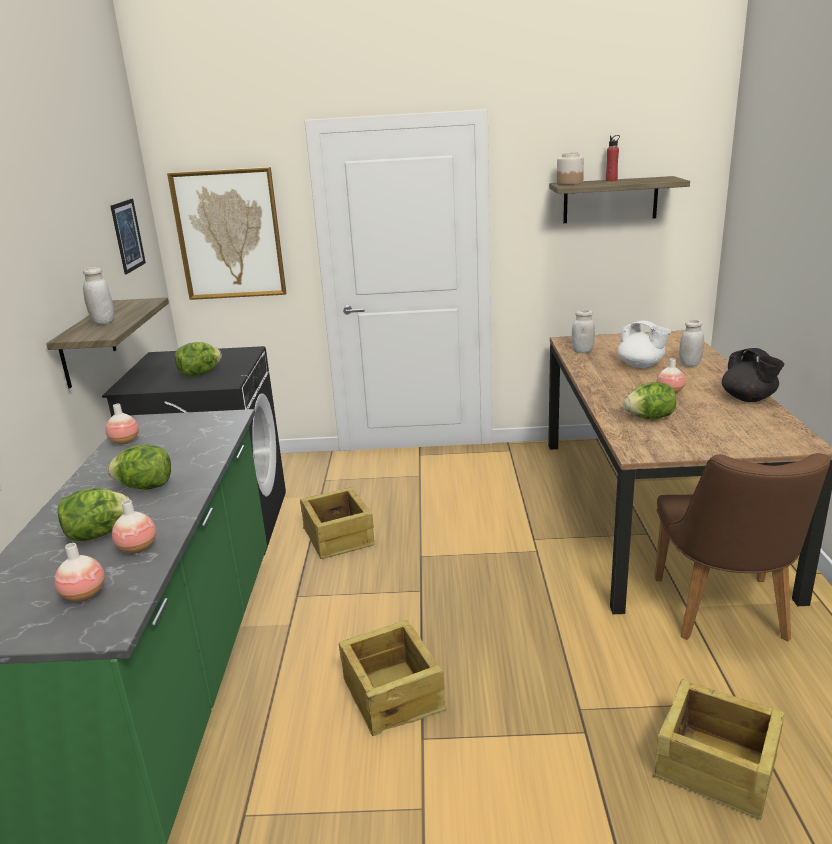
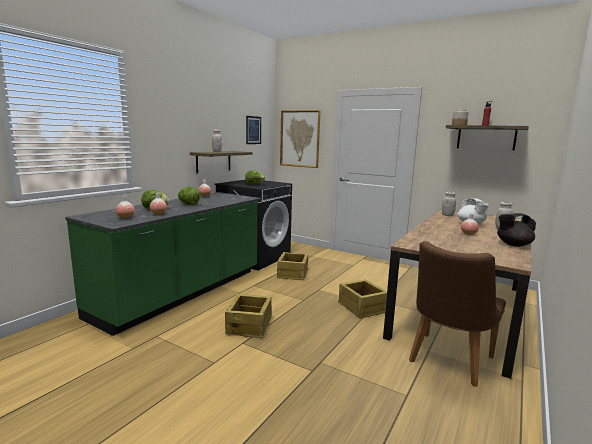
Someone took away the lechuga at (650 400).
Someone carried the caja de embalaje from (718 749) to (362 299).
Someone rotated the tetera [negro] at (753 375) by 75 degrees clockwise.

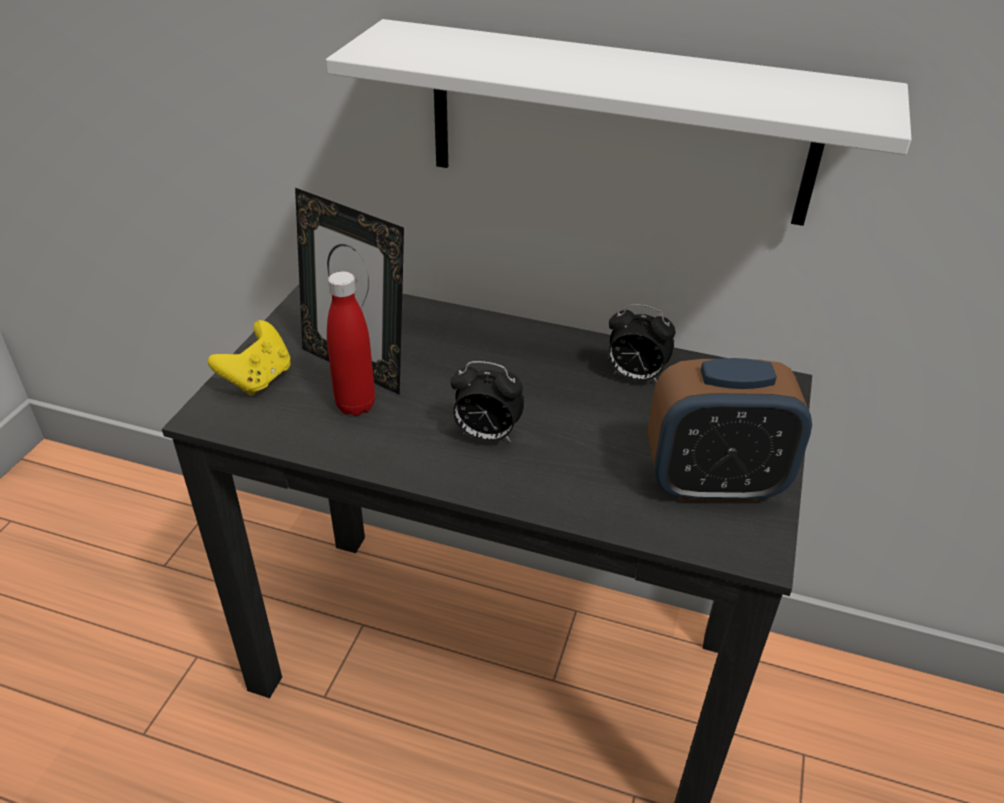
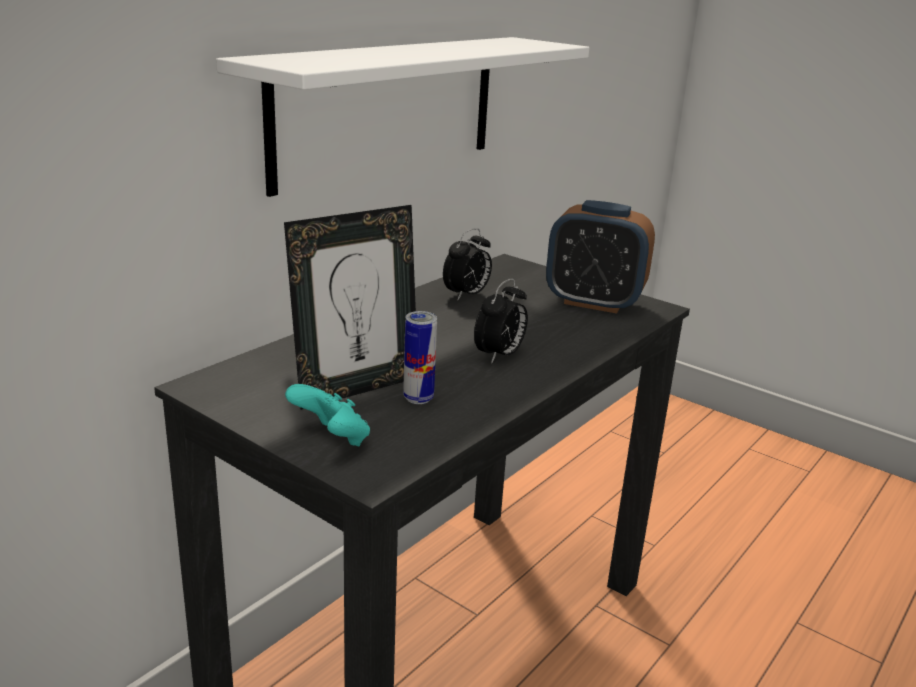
Someone swapped the botella [rojo] at (351 343) for the lata at (420 357).
Someone repainted the mando de consola [amarillo] at (249 358), which became the mando de consola [turquesa] at (327 415).
Someone rotated the despertador at (730 430) by 90 degrees clockwise.

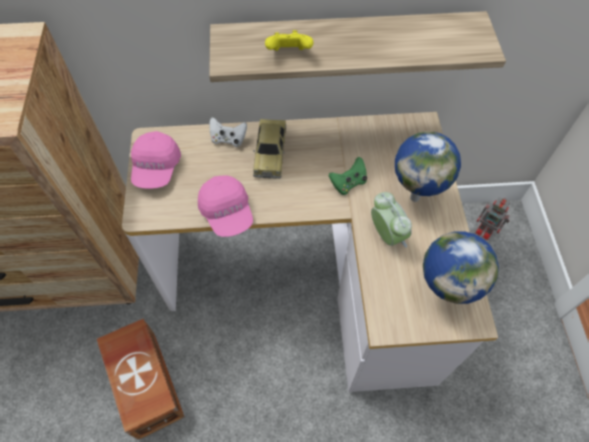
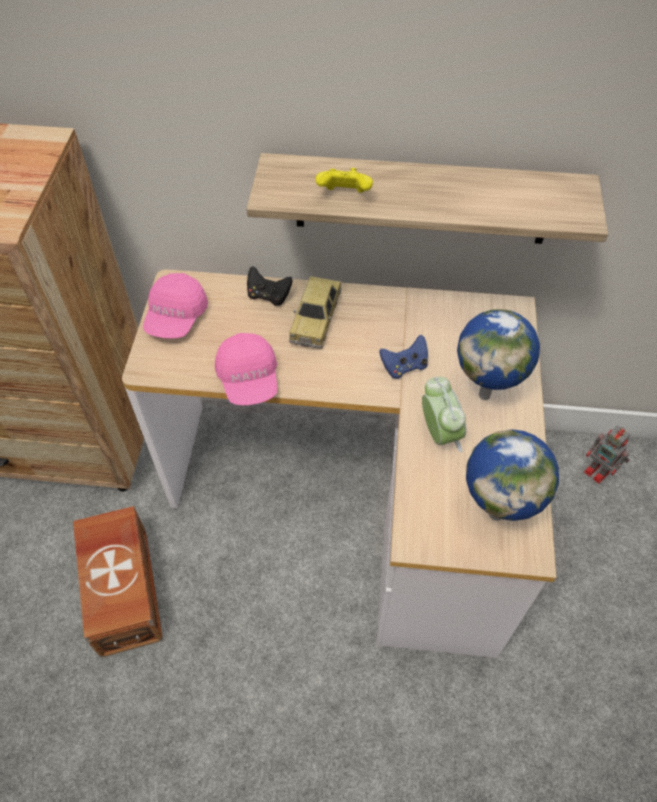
Someone repainted the mando de consola [blanco] at (228 132), which became the mando de consola [negro] at (270 286).
Someone repainted the mando de consola [verde] at (348 176), which became the mando de consola [azul] at (403 357).

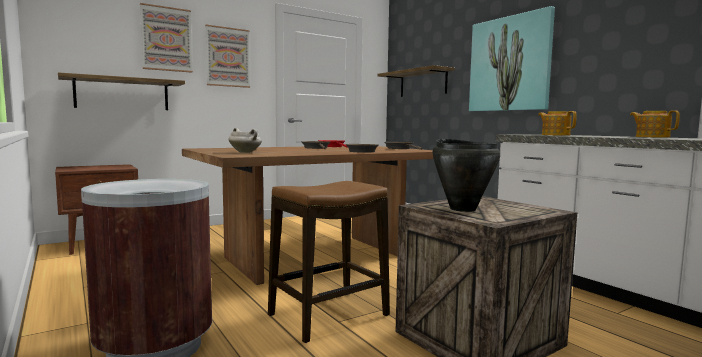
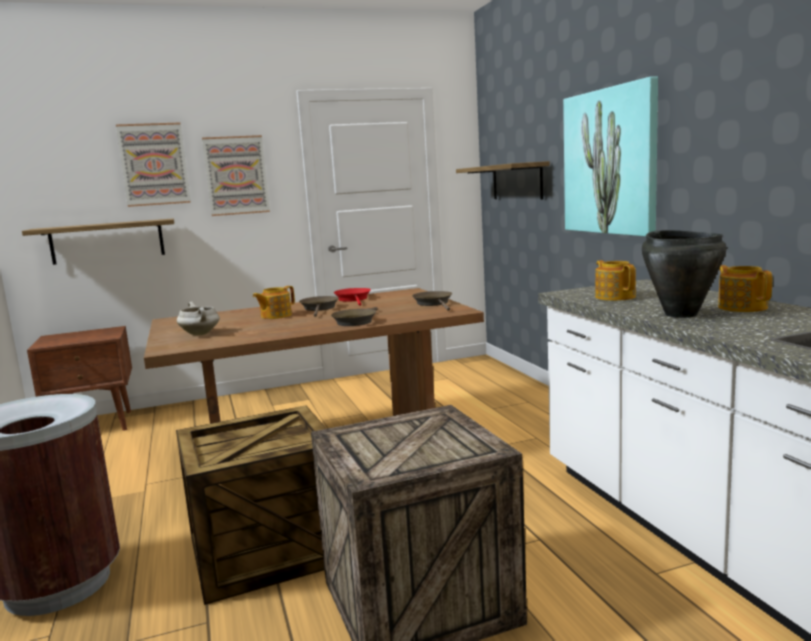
Someone put down the tetera at (274 302).
Someone carried the olla [negro] from (466 175) to (684 274).
Someone swapped the taburete at (329 262) for the caja de embalaje at (251 505).

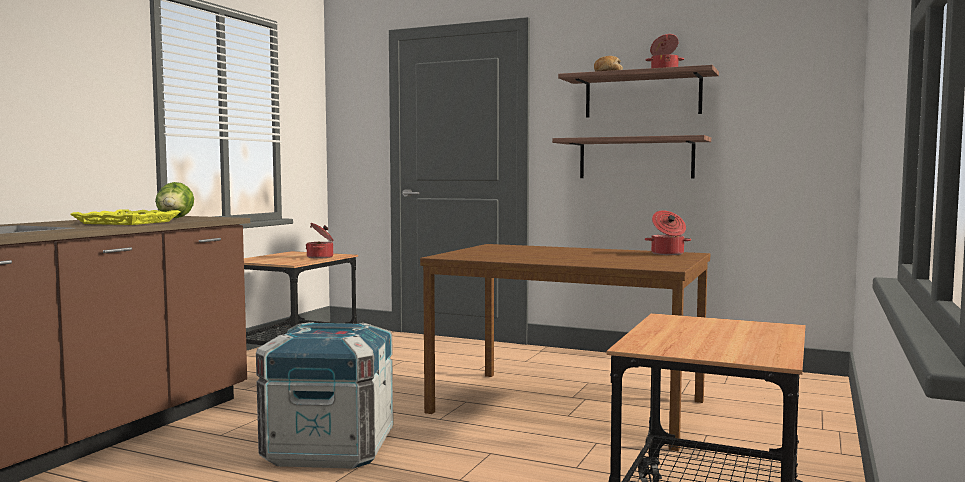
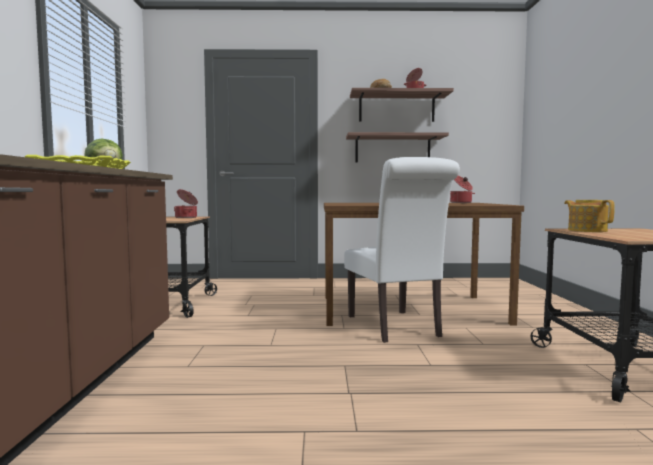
Someone took away the caja de embalaje at (324 395).
Someone put down the silla [blanco] at (402 250).
Someone put down the tetera at (589 216).

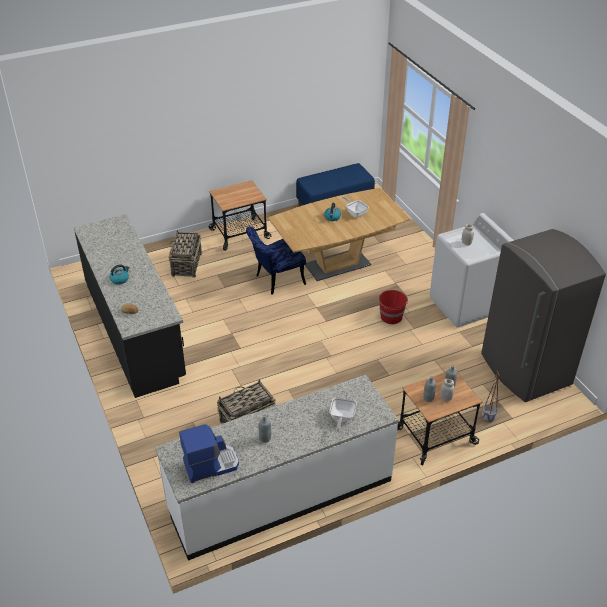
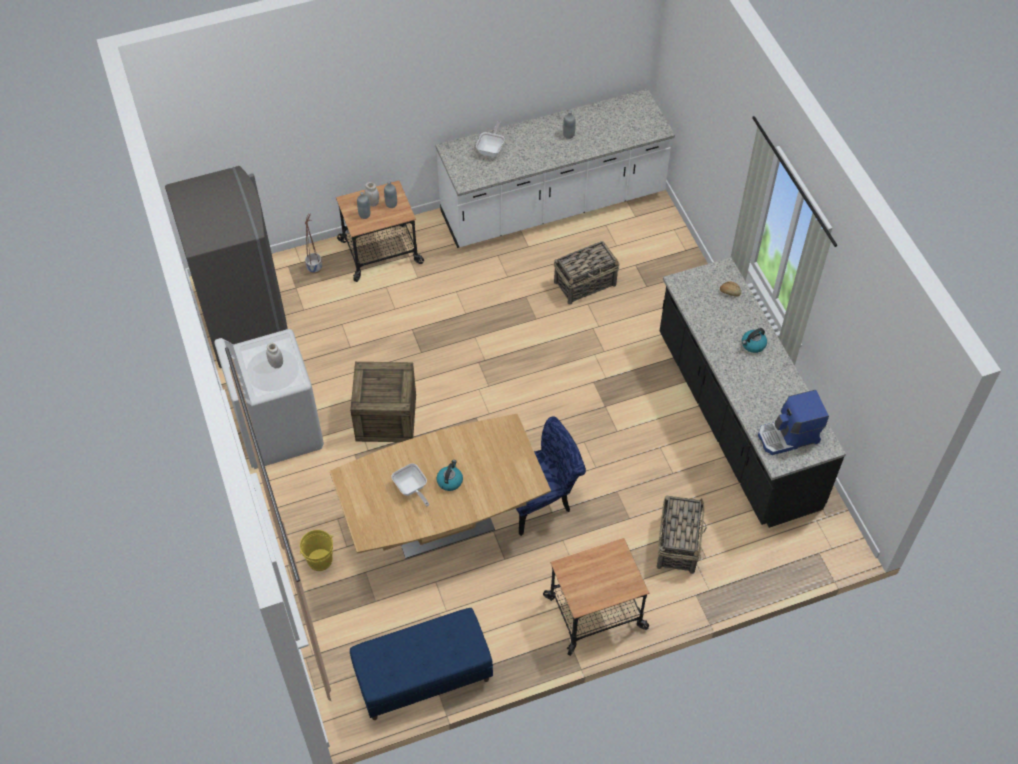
Someone put down the cubo [amarillo] at (317 550).
Someone carried the cafetera from (209 453) to (793 422).
Someone swapped the cubo [rojo] at (393 307) for the caja de embalaje at (383 402).

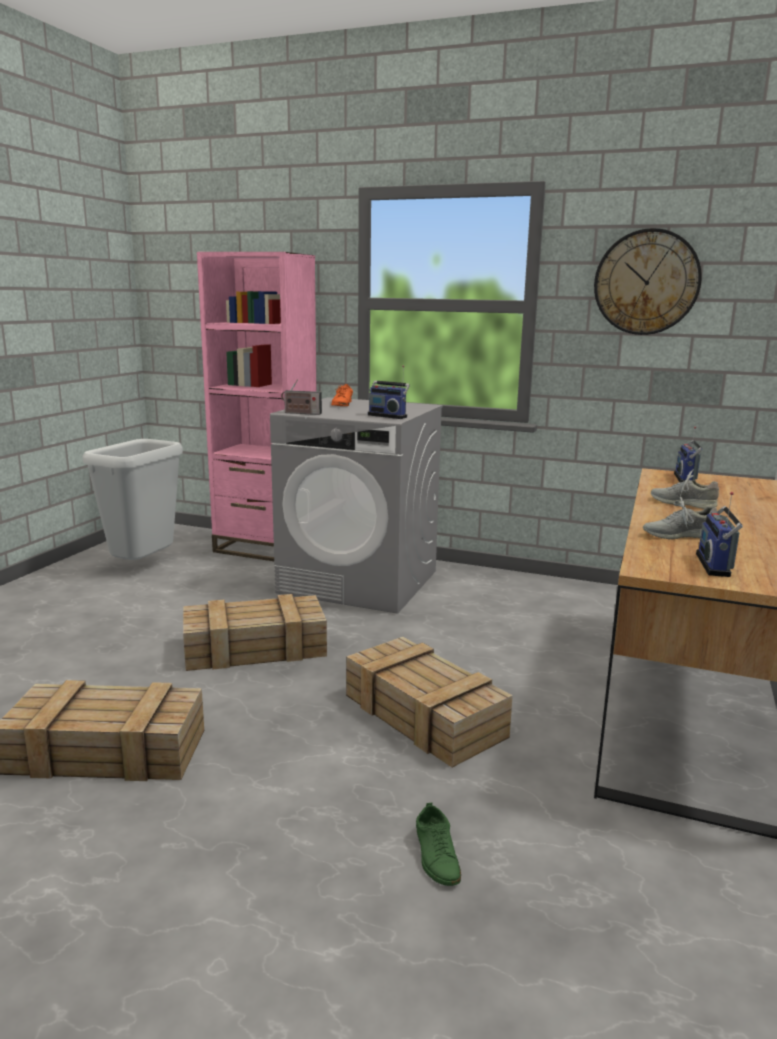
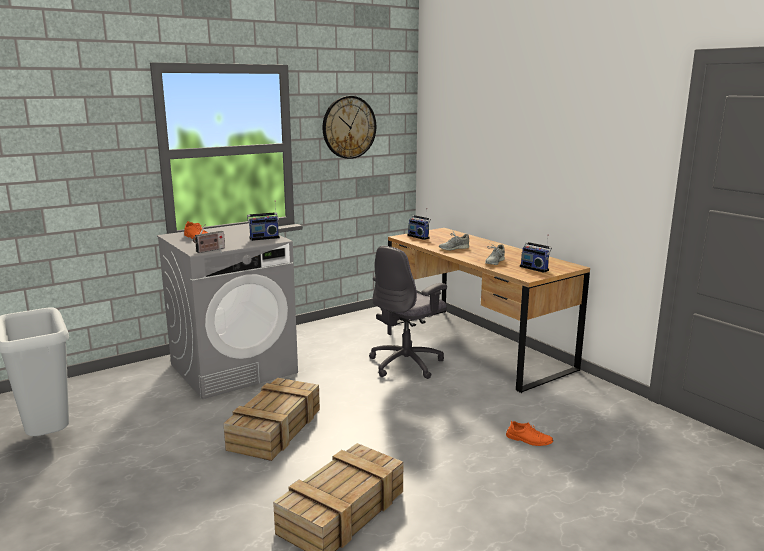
Someone took away the estantería [rosa] at (256 406).
Someone took away the caja de embalaje at (429 702).
Someone put down the silla de oficina [gris] at (408 312).
Someone repainted the zapato [verde] at (438 844), which became the zapato [naranja] at (529 433).

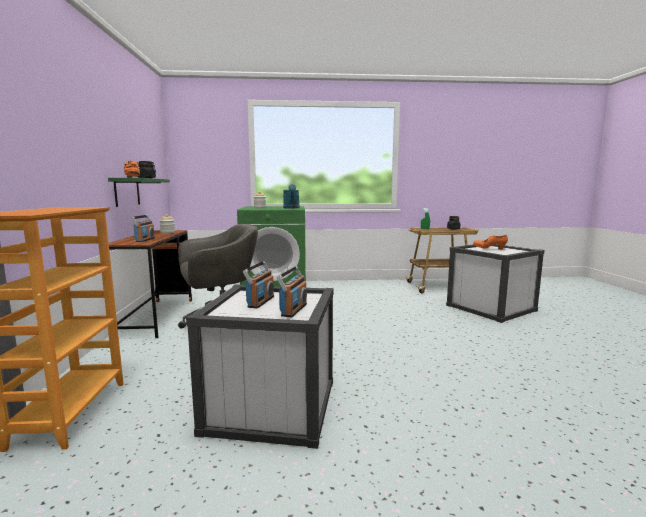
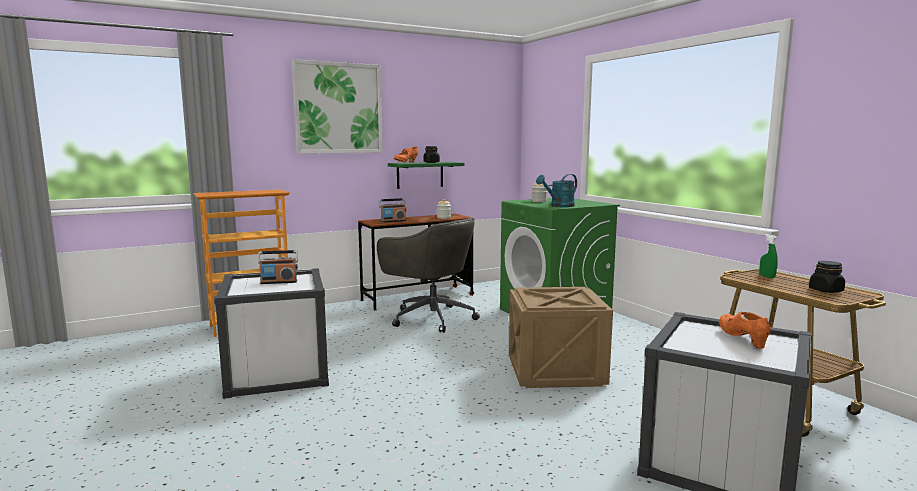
Someone took away the radio at (292 291).
Someone put up the cuadro at (337 106).
Someone put down the caja de embalaje at (561 337).

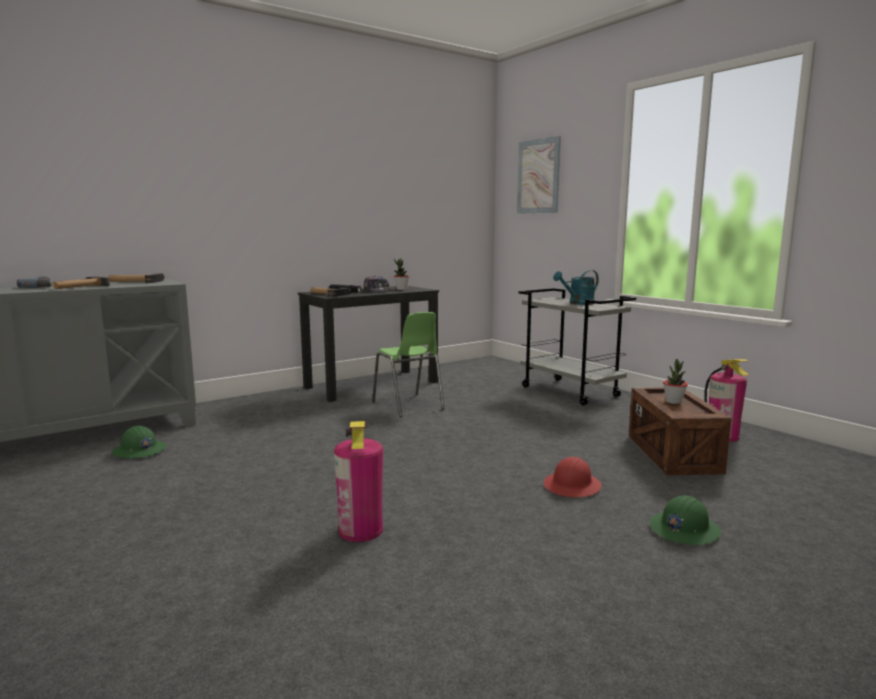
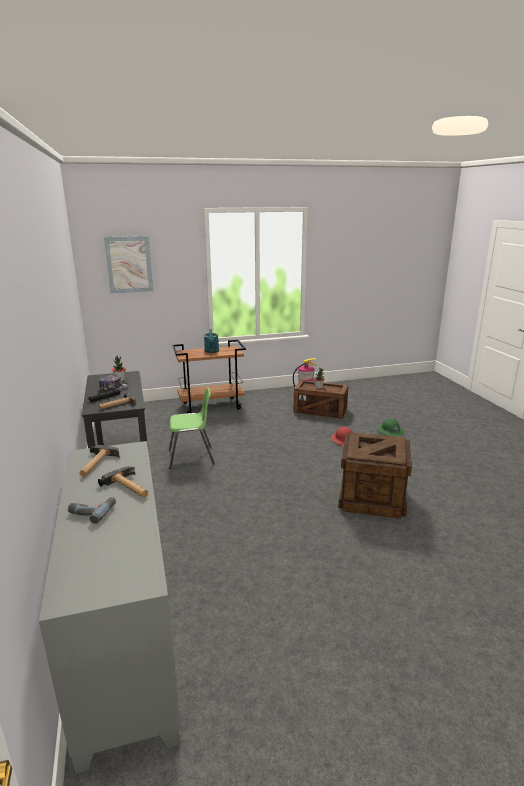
Someone took away the casco [verde] at (139 442).
Someone swapped the extintor at (358 481) for the caja de embalaje at (375 475).
Someone repainted the carrito [gris] at (577 346), which became the carrito [marrón] at (209 376).

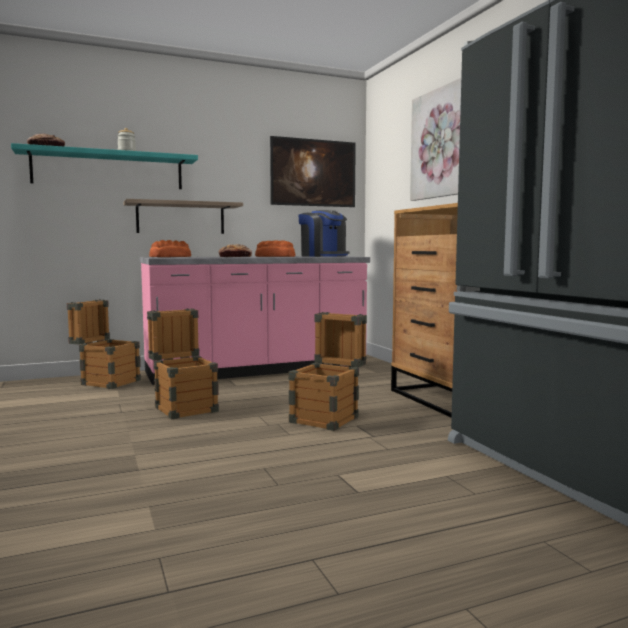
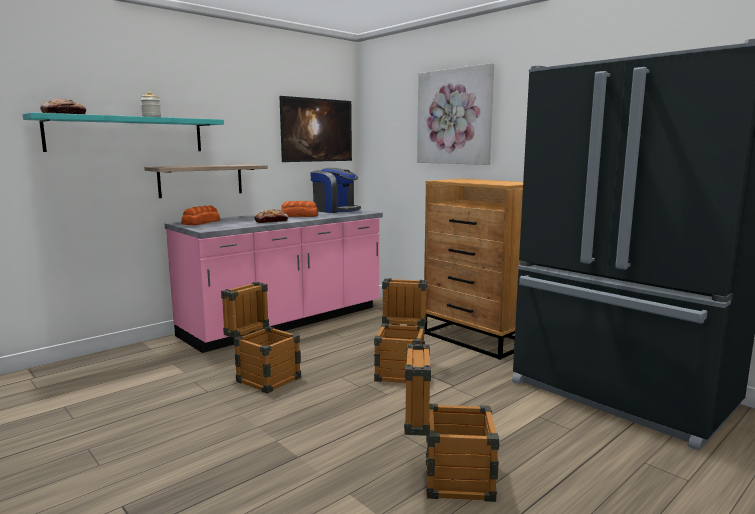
Someone carried the caja de embalaje from (104 344) to (452 422).

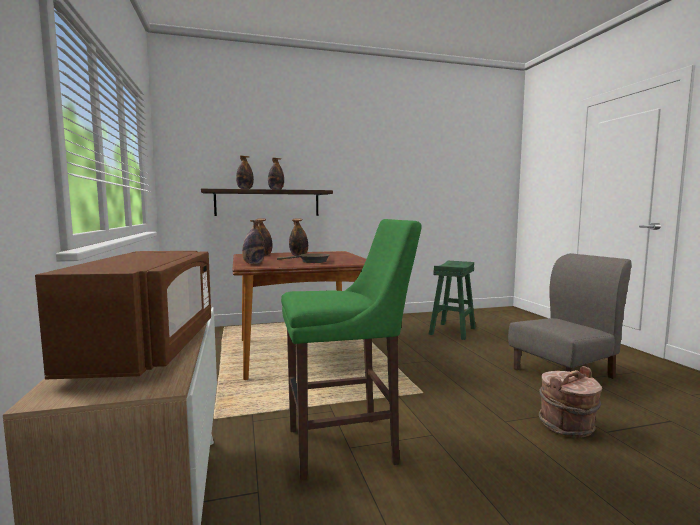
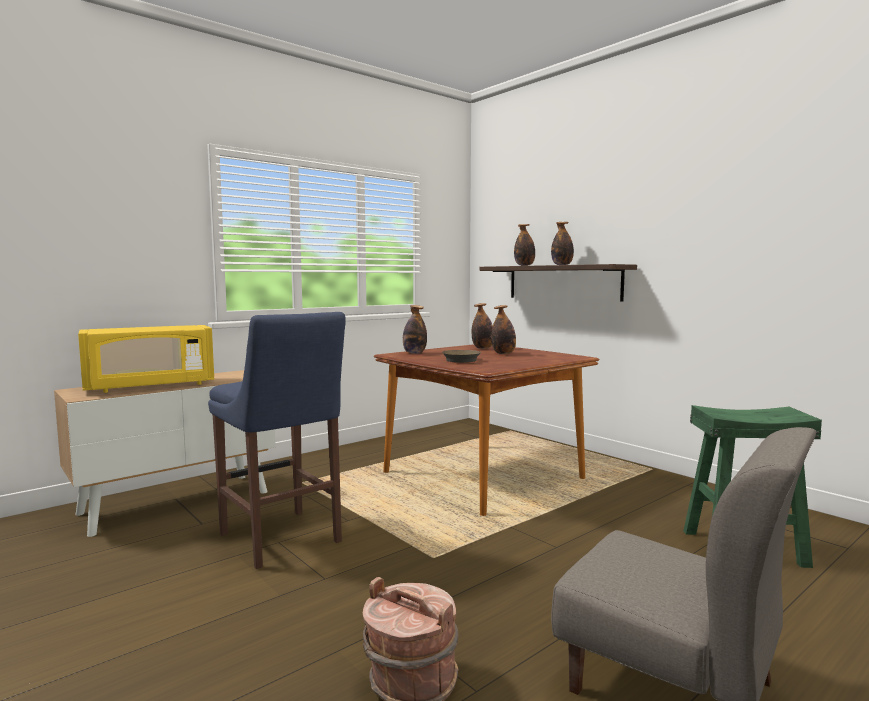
Someone repainted the microondas [marrón] at (123 315), which became the microondas [amarillo] at (146 359).
Someone repainted the taburete [verde] at (351 349), which became the taburete [azul] at (277 440).

